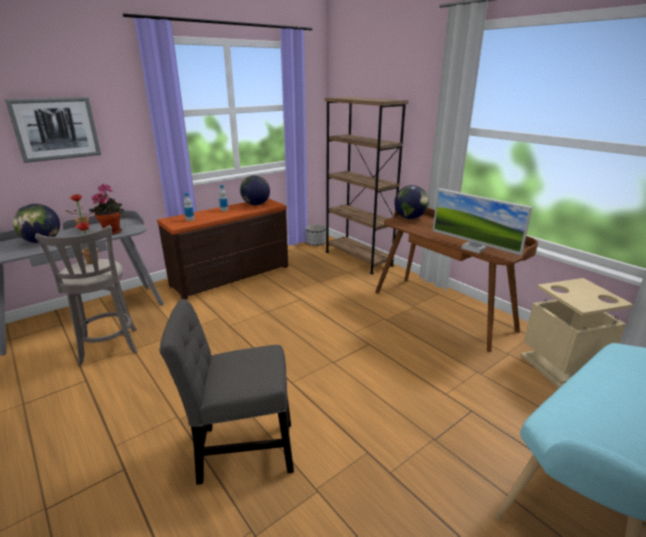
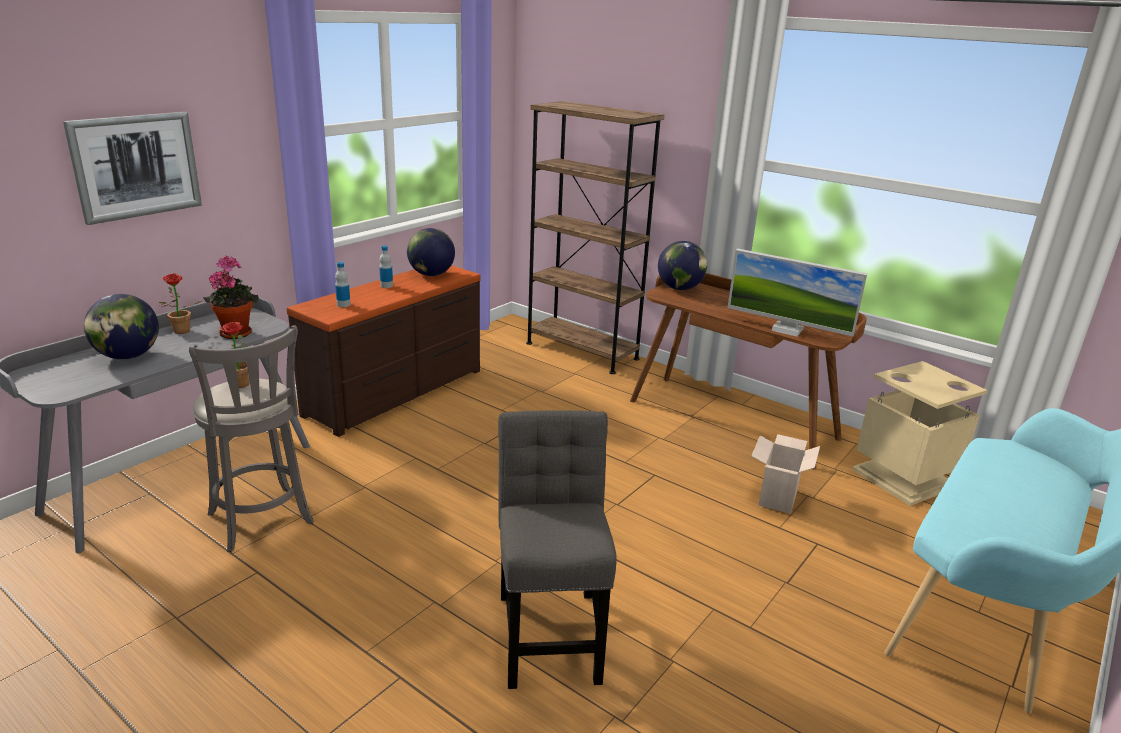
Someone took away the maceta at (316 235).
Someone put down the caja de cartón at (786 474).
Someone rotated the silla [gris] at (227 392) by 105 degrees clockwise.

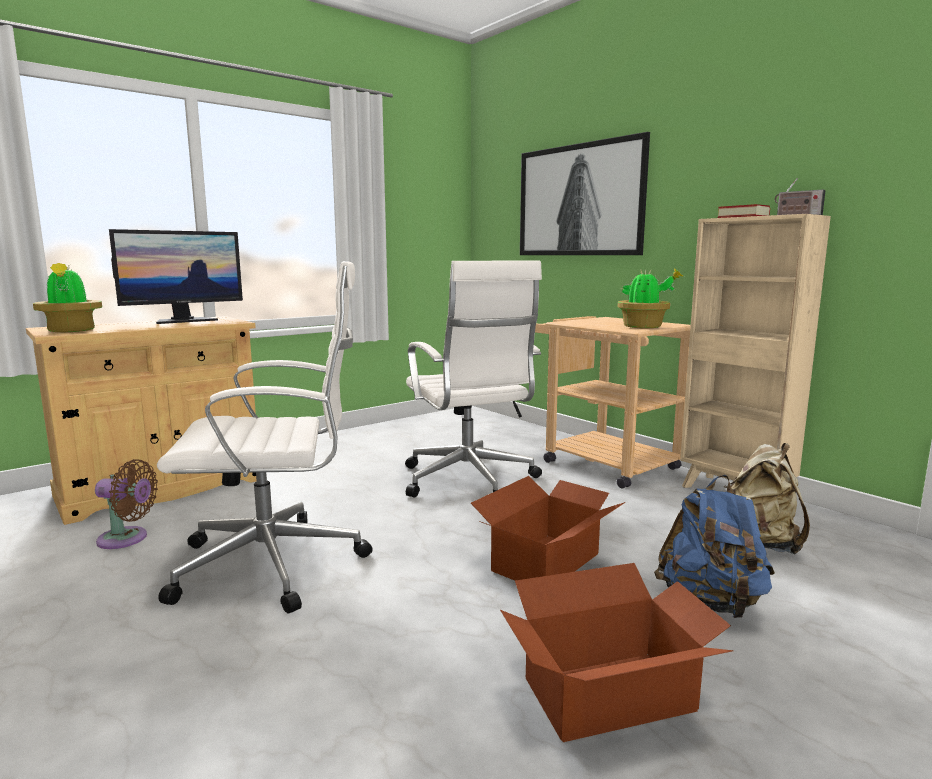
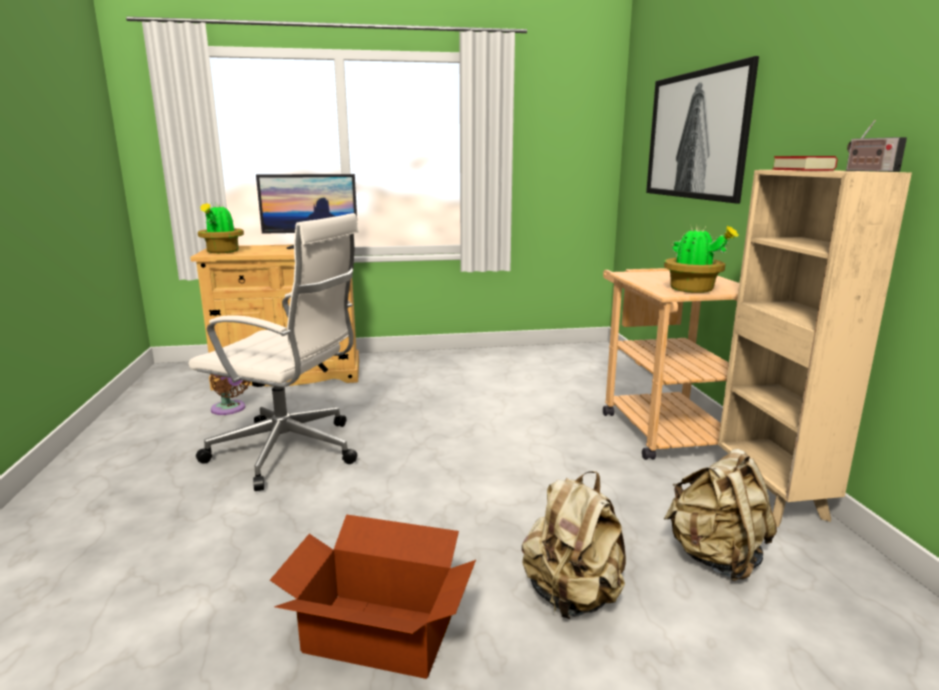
Someone took away the silla de oficina [blanco] at (473 379).
Someone took away the caja de cartón at (548 528).
Someone repainted the mochila [azul] at (714 546), which became the mochila [beis] at (574 545).

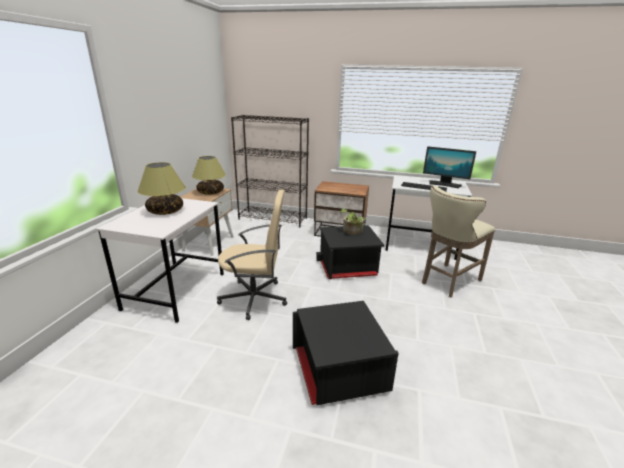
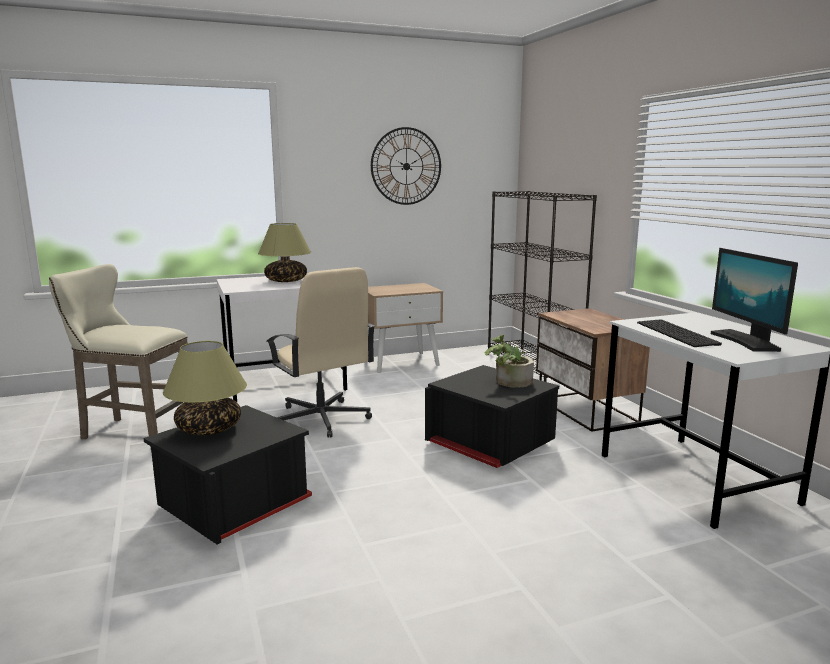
Someone put up the reloj de pared at (406 166).
Someone carried the lámpara de mesa from (209 175) to (205 388).
Someone carried the taburete [beis] from (458 241) to (118 355).

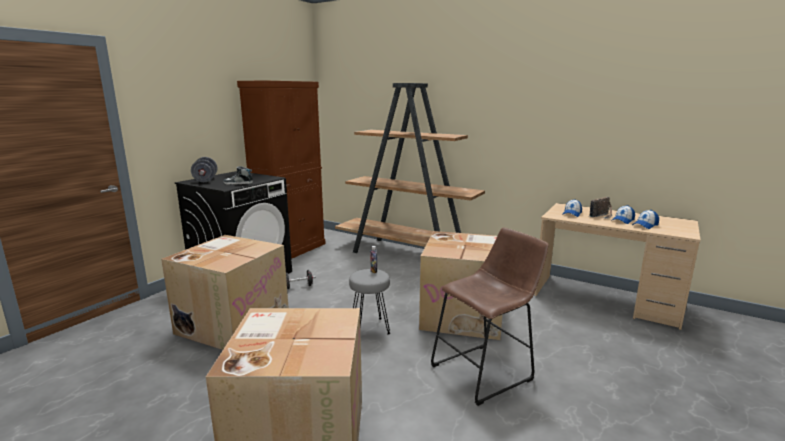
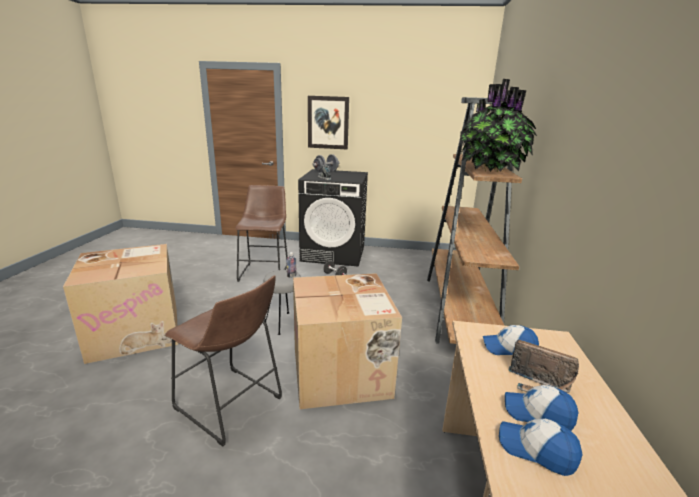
Someone took away the armario [marrón] at (281 169).
Someone put up the cuadro at (328 122).
Someone put down the planta en maceta at (498 125).
Someone swapped the caja de cartón at (224 292) for the taburete [marrón] at (261 233).

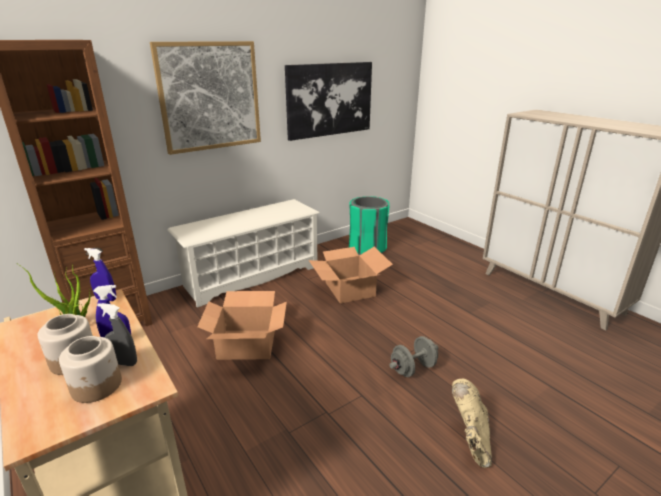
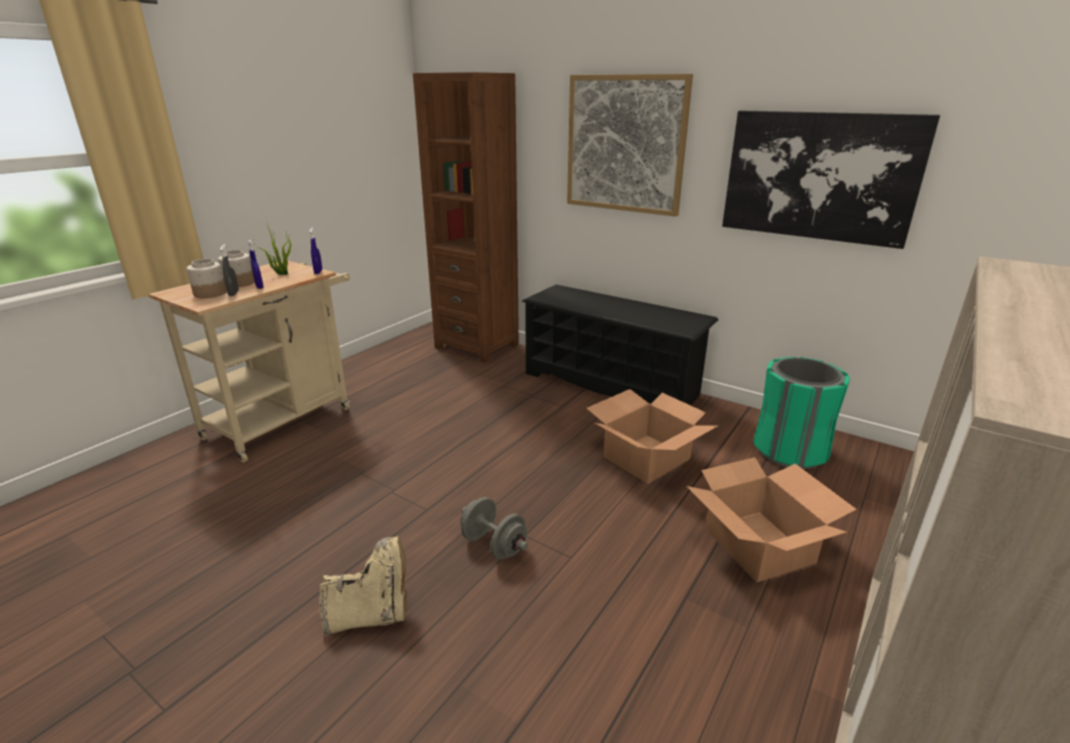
Someone carried the caja de cartón from (242 325) to (771 519).
Someone repainted the zapatero [blanco] at (243 253), which became the zapatero [negro] at (620 345).

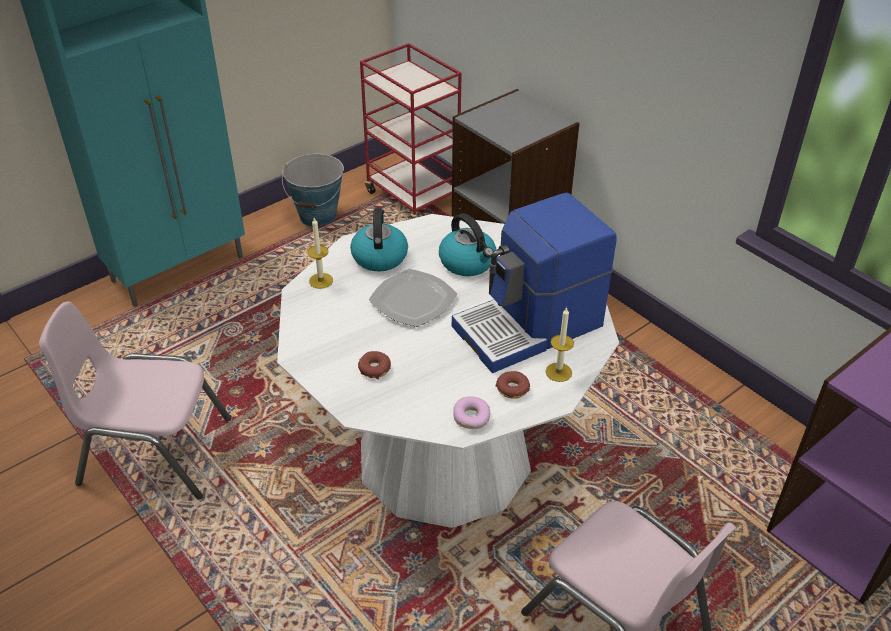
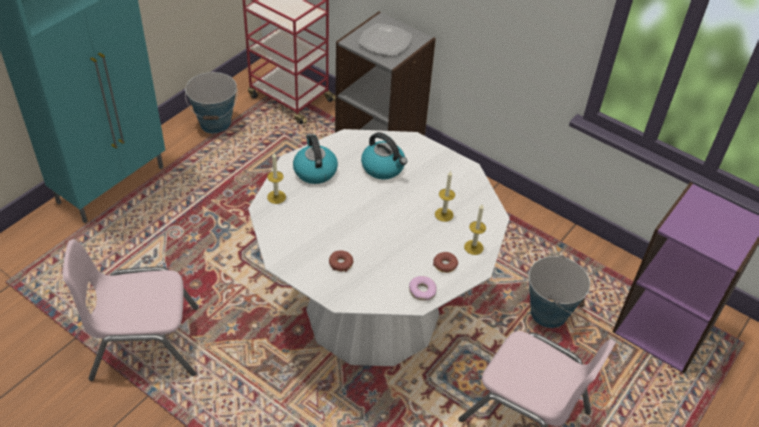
Someone put down the cubo at (559 291).
Someone carried the plato from (413 298) to (385 39).
Someone swapped the cafetera at (534 283) for the vela at (445 196).

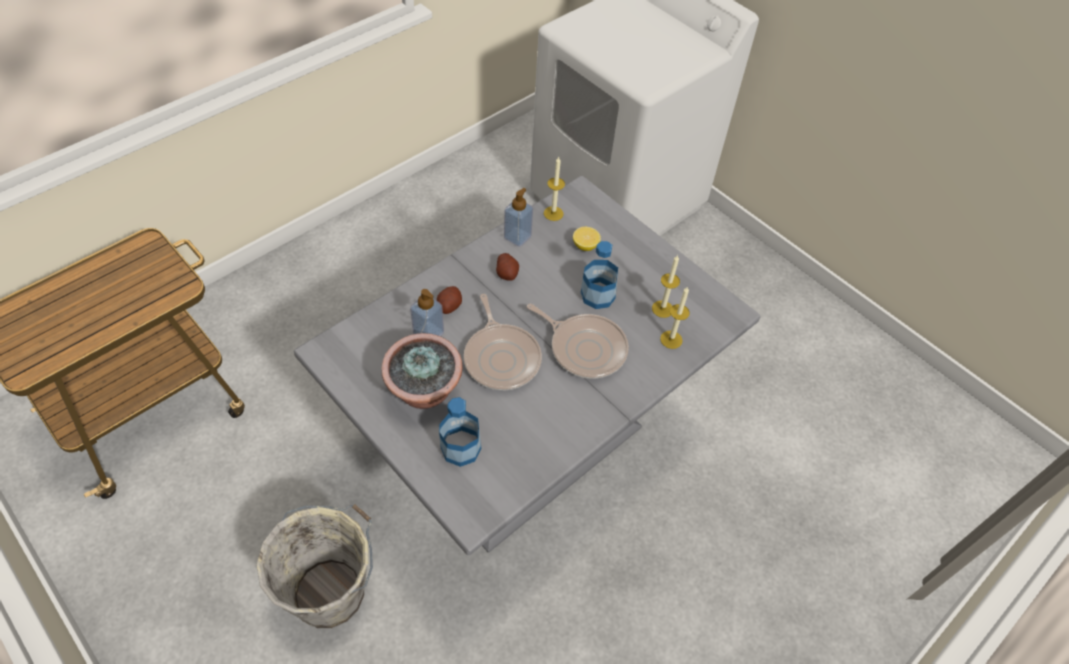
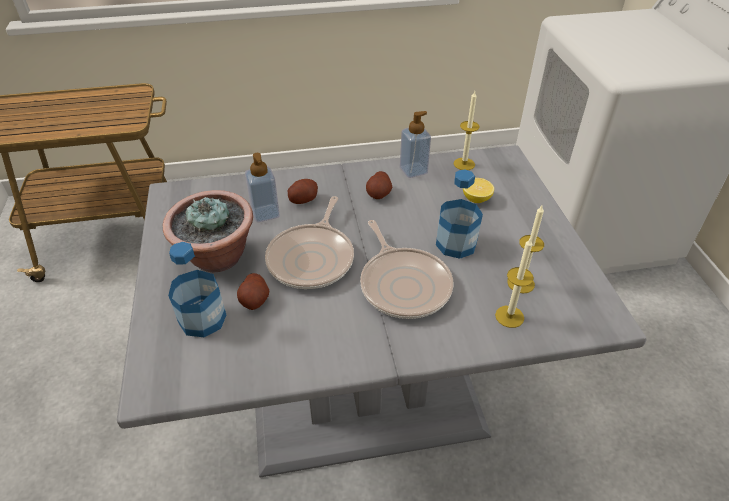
Someone took away the cubo [gris] at (314 566).
Someone put down the patata at (253 291).

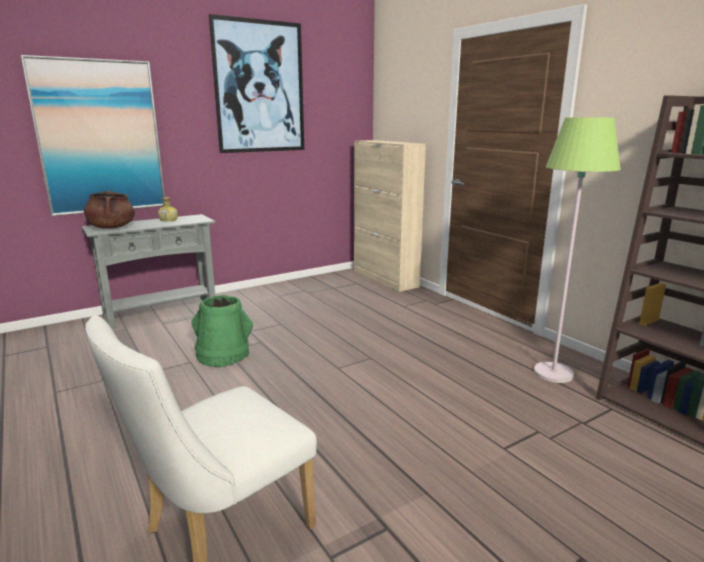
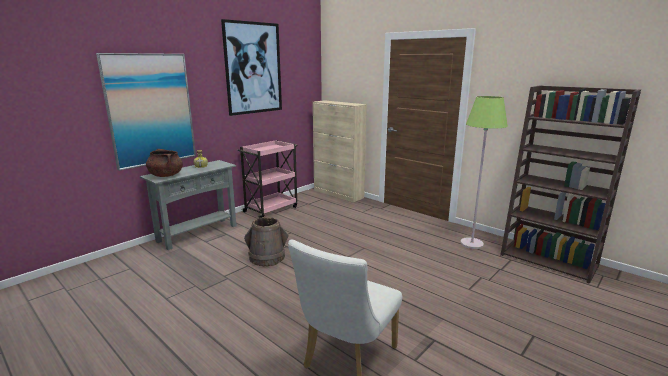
Someone put down the carrito [rosa] at (267 179).
Someone repainted the cubo [verde] at (222 331), which became the cubo [marrón] at (266 241).

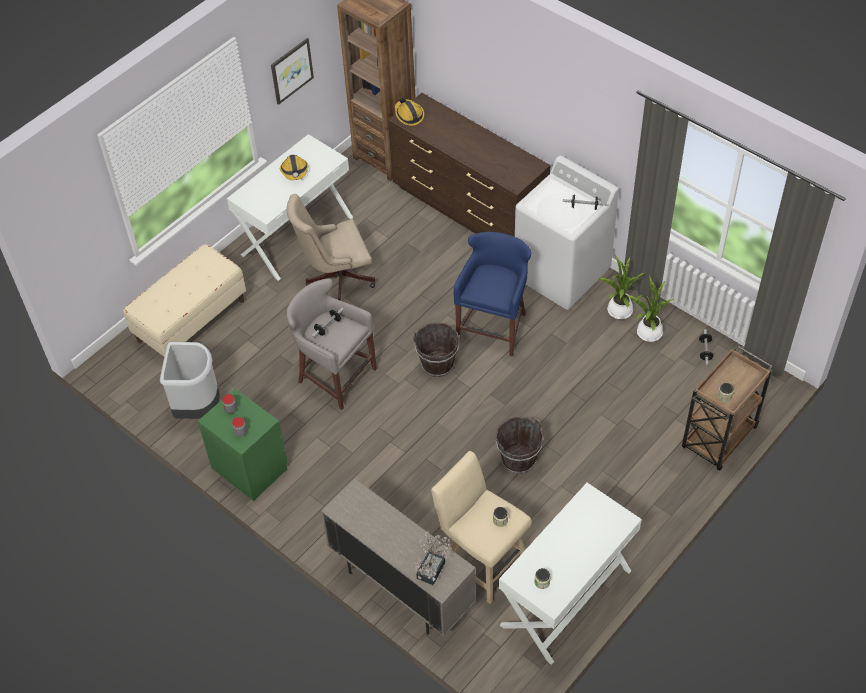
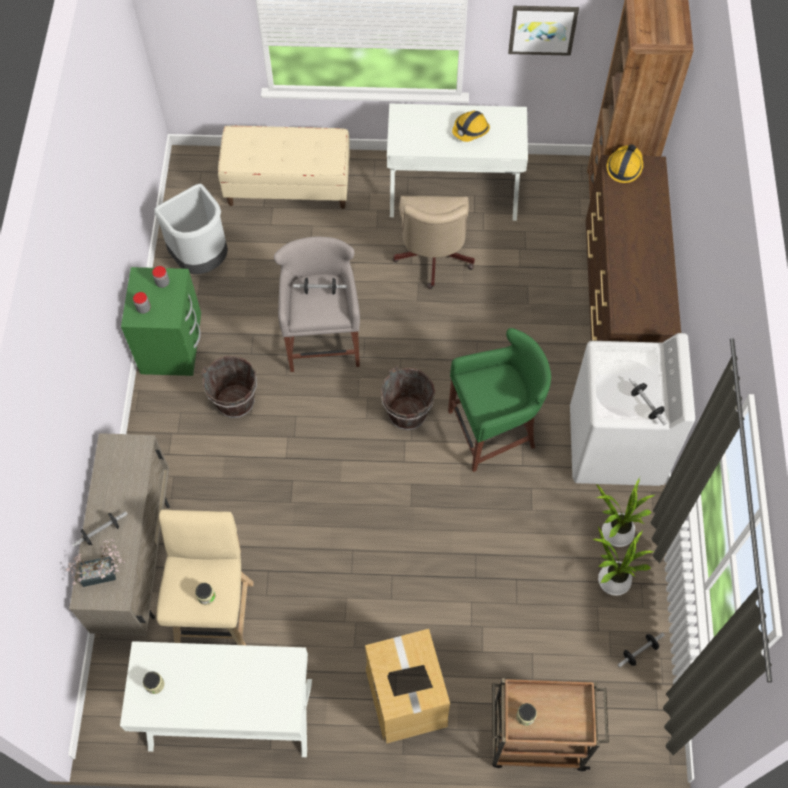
Someone put down the mancuerna at (100 529).
Someone put down the caja de cartón at (407 686).
Someone carried the cubo [marrón] from (519 445) to (229 387).
Someone repainted the taburete [azul] at (493 294), which became the taburete [verde] at (499 400).
Someone rotated the silla de oficina [beis] at (330 247) by 120 degrees counterclockwise.

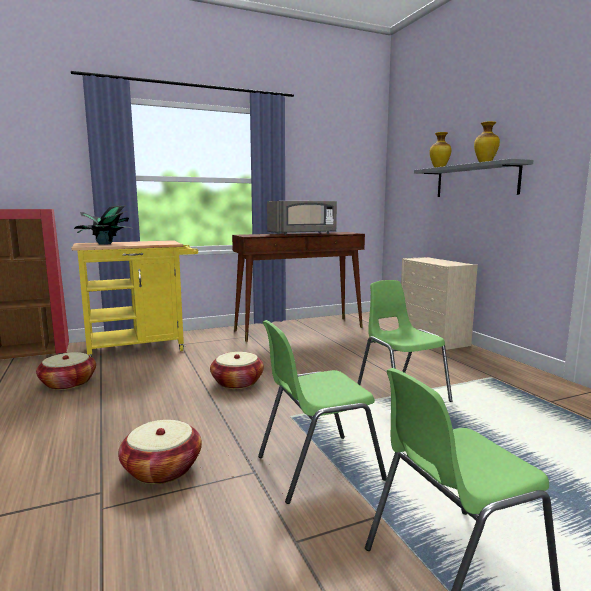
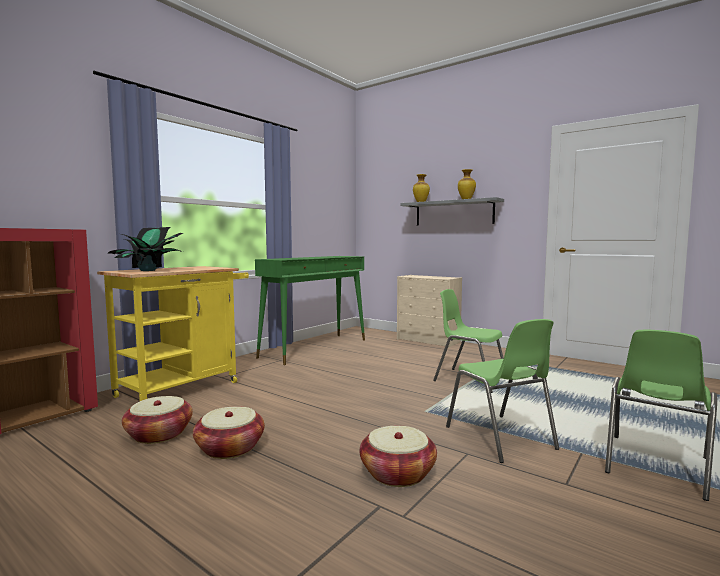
Someone took away the microondas [gris] at (302 218).
Someone carried the cesta from (237 370) to (229 432).
Someone repainted the mesa consola [marrón] at (298 287), which became the mesa consola [verde] at (310 310).
Someone rotated the silla [verde] at (322 412) by 60 degrees counterclockwise.

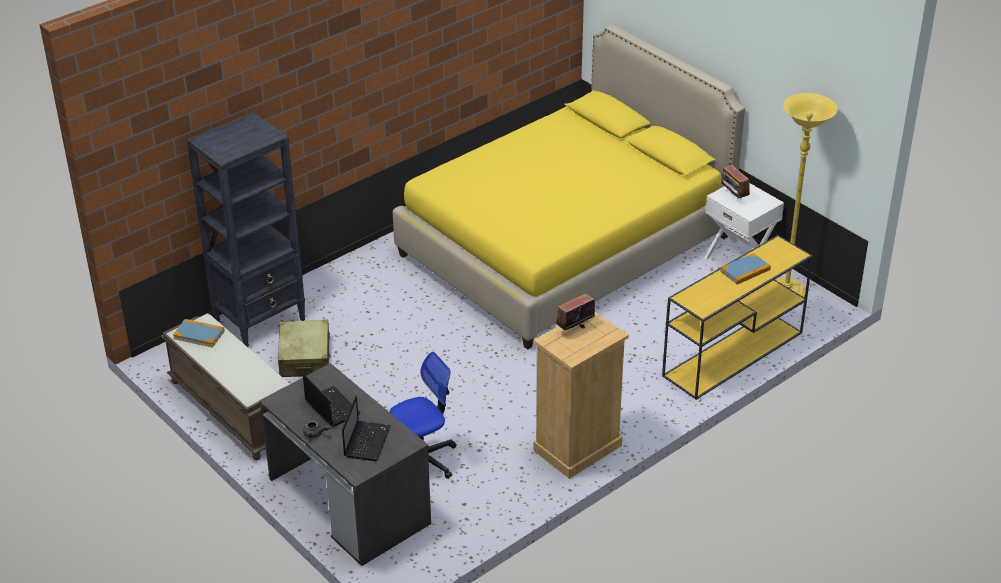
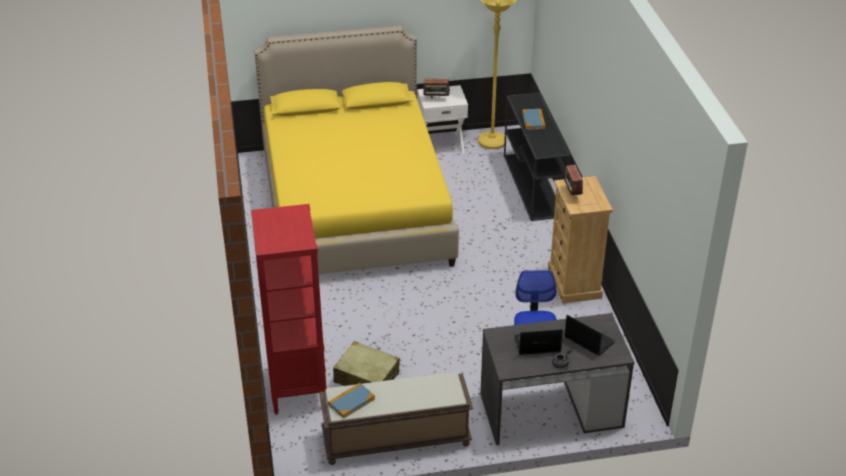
Someone repainted the estantería [negro] at (246 229), which became the estantería [rojo] at (289 309).
Someone repainted the mesa consola [amarillo] at (737 317), which became the mesa consola [negro] at (537 157).

